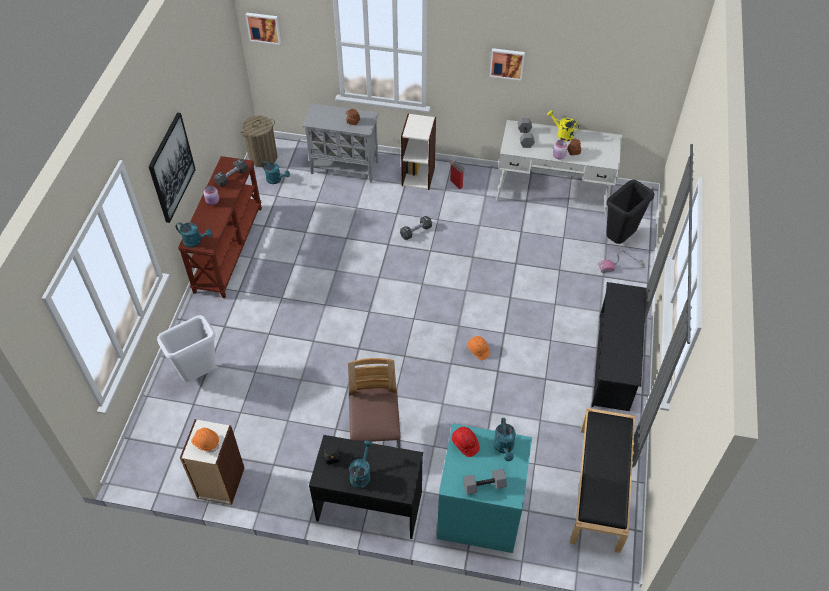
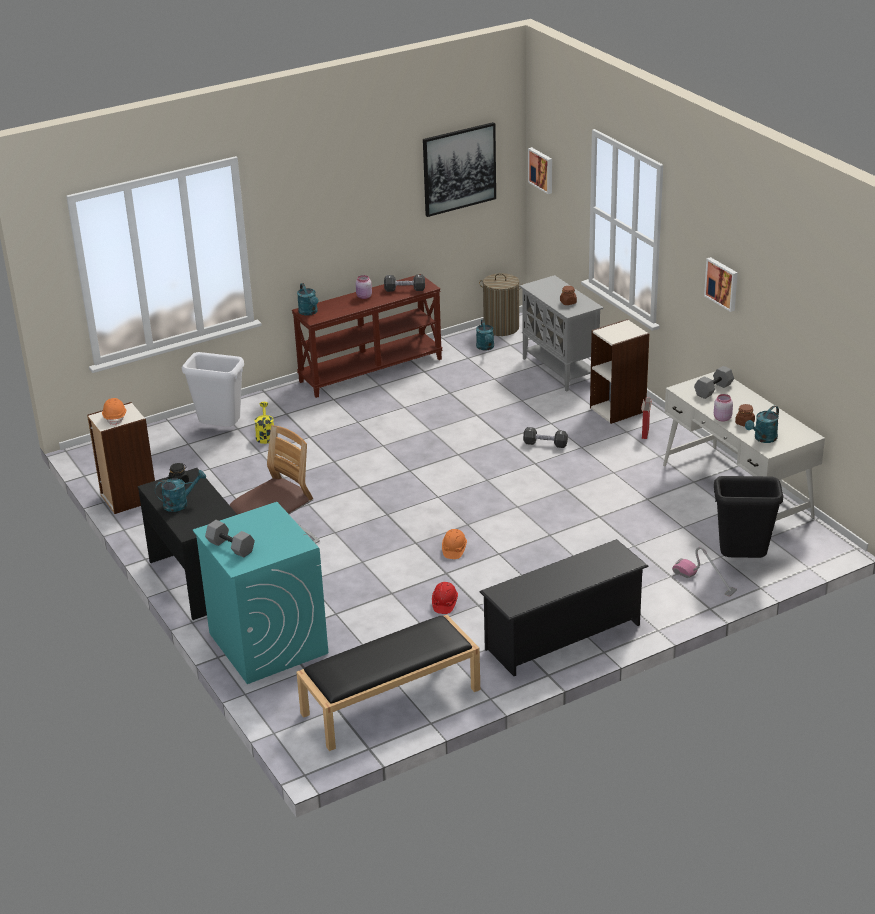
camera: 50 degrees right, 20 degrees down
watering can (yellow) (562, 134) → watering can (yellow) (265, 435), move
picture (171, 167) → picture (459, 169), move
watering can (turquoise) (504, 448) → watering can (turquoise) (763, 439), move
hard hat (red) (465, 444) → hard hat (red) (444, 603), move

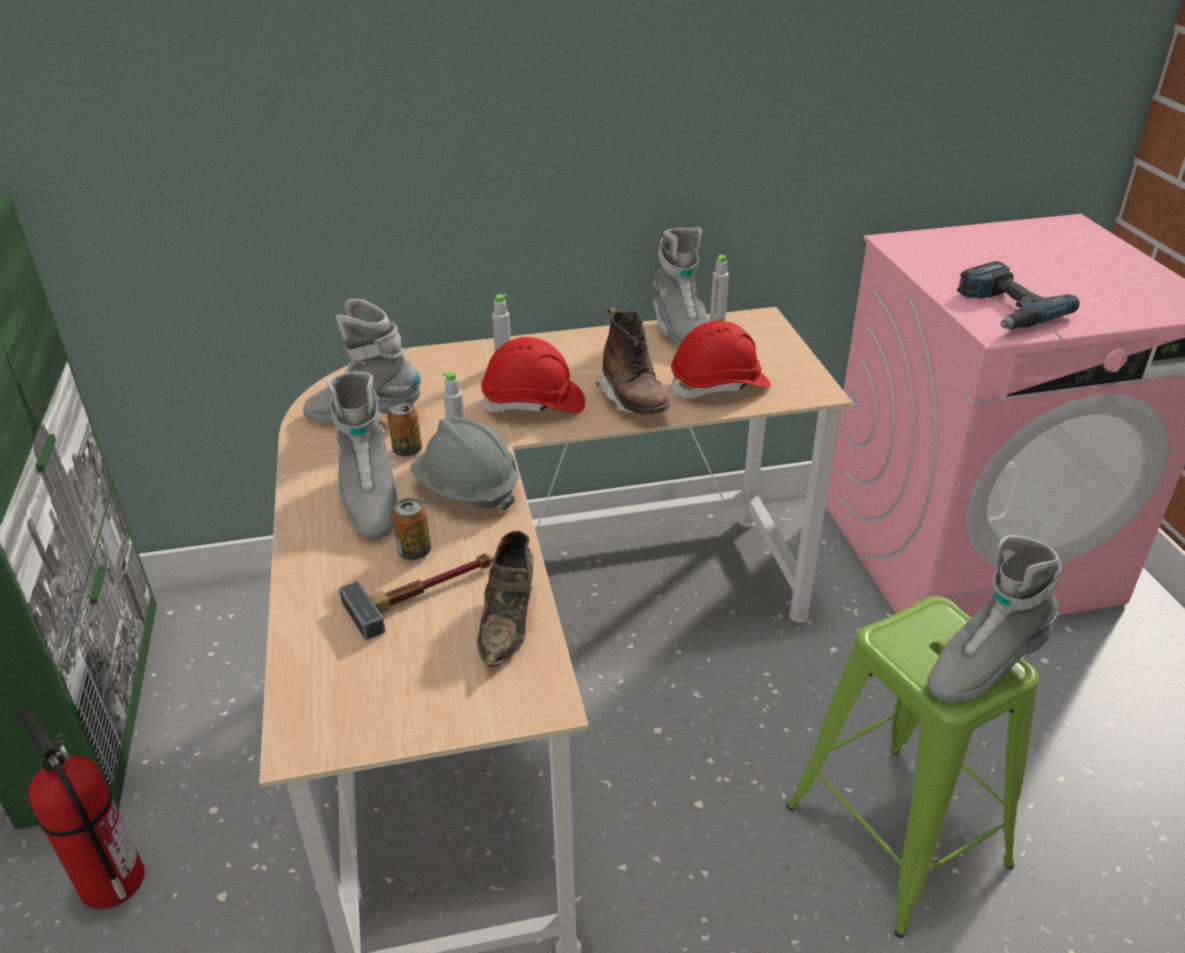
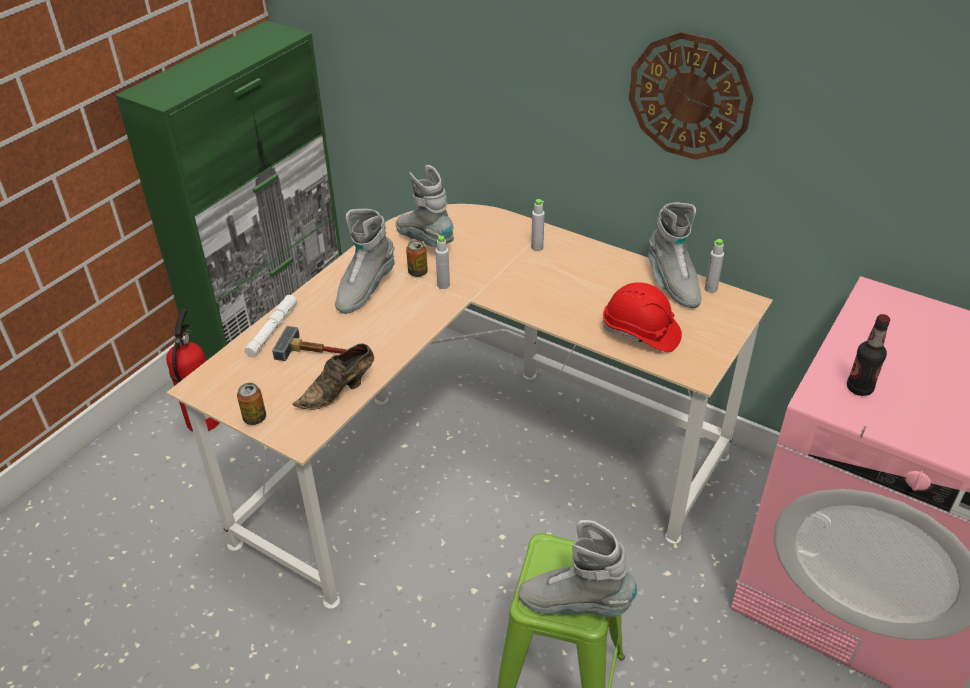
camera: 45 degrees right, 5 degrees up
boot (grey) (680, 334) → boot (grey) (672, 284), 45 degrees counterclockwise
power drill (1005, 309) → bottle (859, 388)
boot (brown) (634, 401) → -
hard hat (red) (534, 404) → -
hard hat (grey) (467, 490) → -
can (414, 552) → can (255, 418), move
- → wall clock (690, 96)
- → flashlight (white) (272, 330)

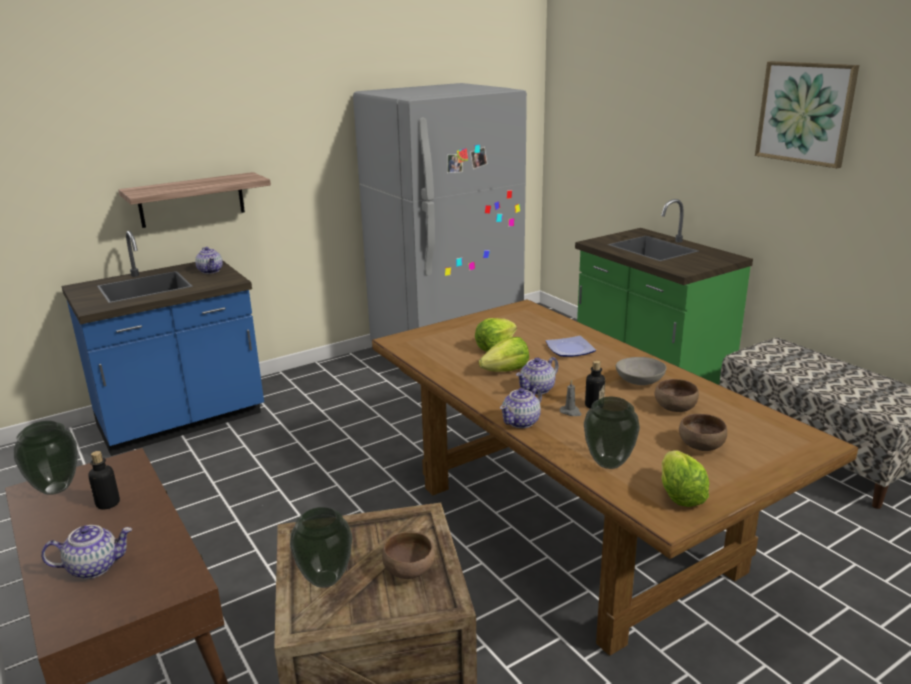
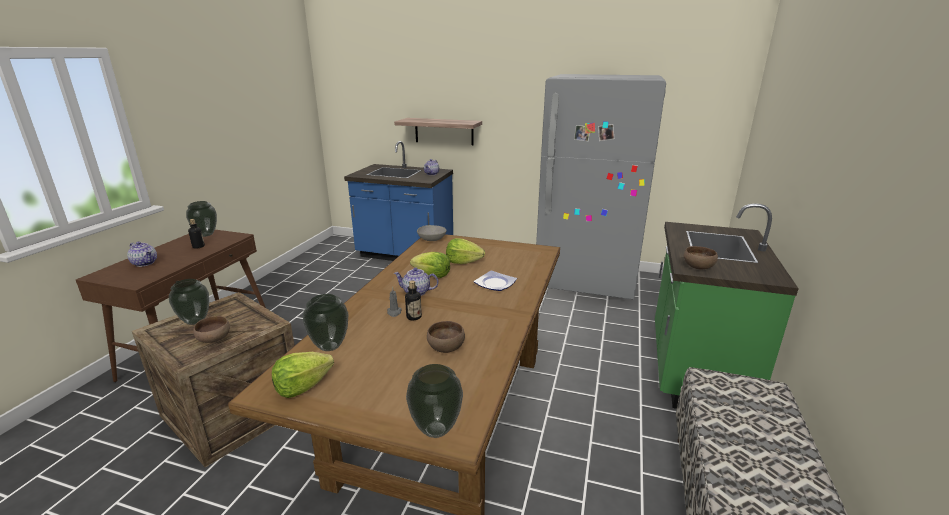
camera: 50 degrees right, 0 degrees up
picture (805, 113) → -
bowl (grey) (640, 382) → bowl (grey) (431, 240), move
teapot (521, 422) → -
bowl (brown) (700, 446) → bowl (brown) (697, 267), move
- → vase (436, 430)

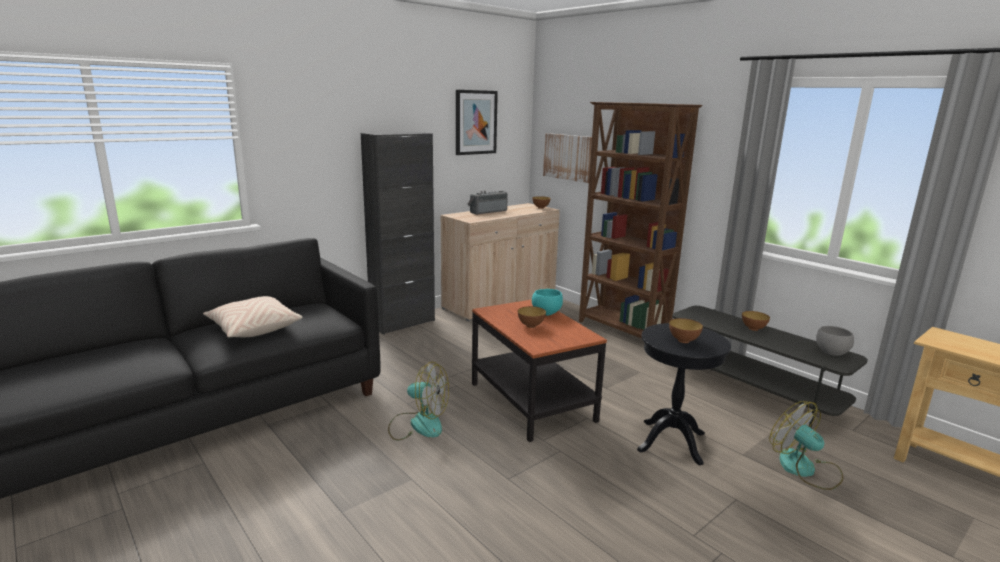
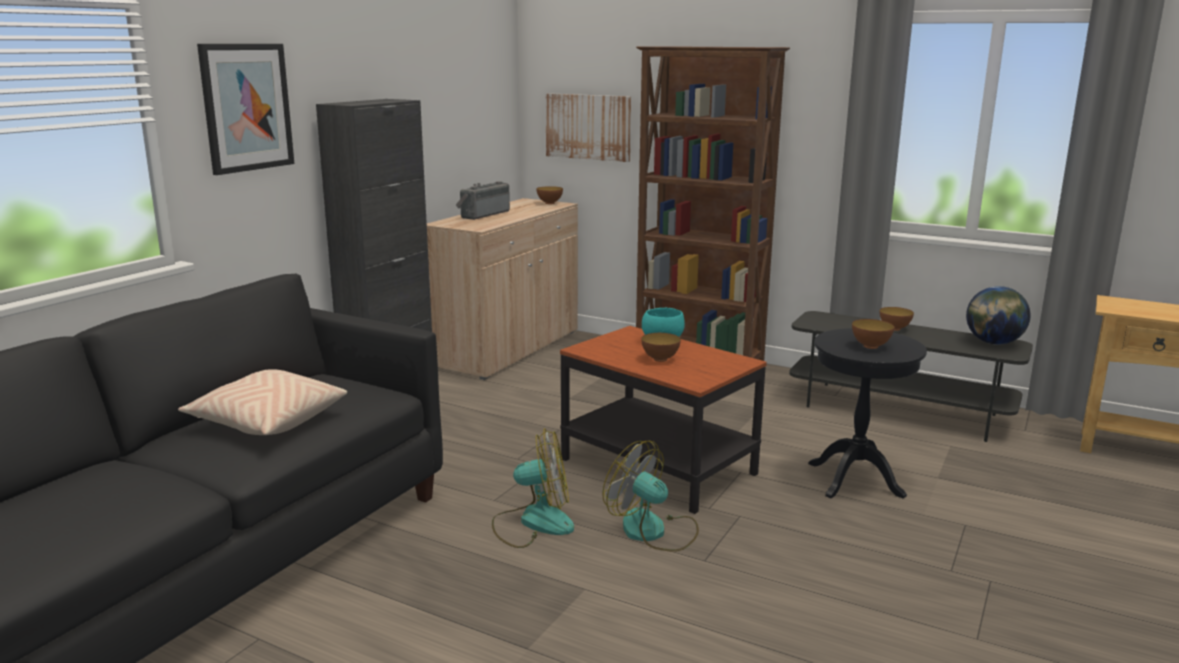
camera: 20 degrees left, 0 degrees up
picture (475, 122) → picture (246, 107), move
bowl (grey) (831, 353) → globe (993, 343)
fan (805, 469) → fan (653, 531), move

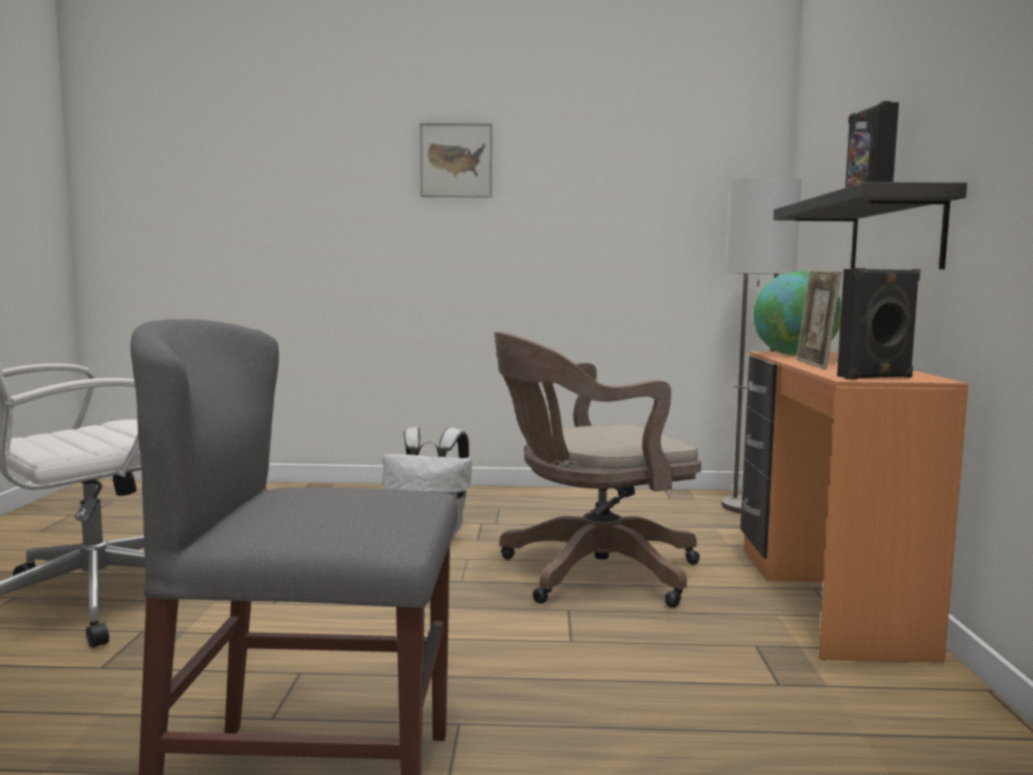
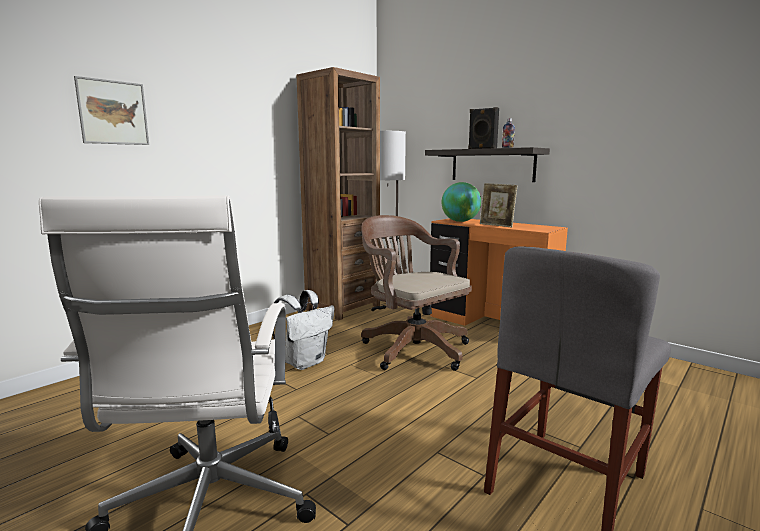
camera: 50 degrees left, 5 degrees up
picture (456, 160) → picture (113, 112), move
speaker (black) (876, 377) → -
office chair (brown) (590, 574) → office chair (brown) (411, 348), 120 degrees clockwise
- → bookcase (brown) (342, 307)

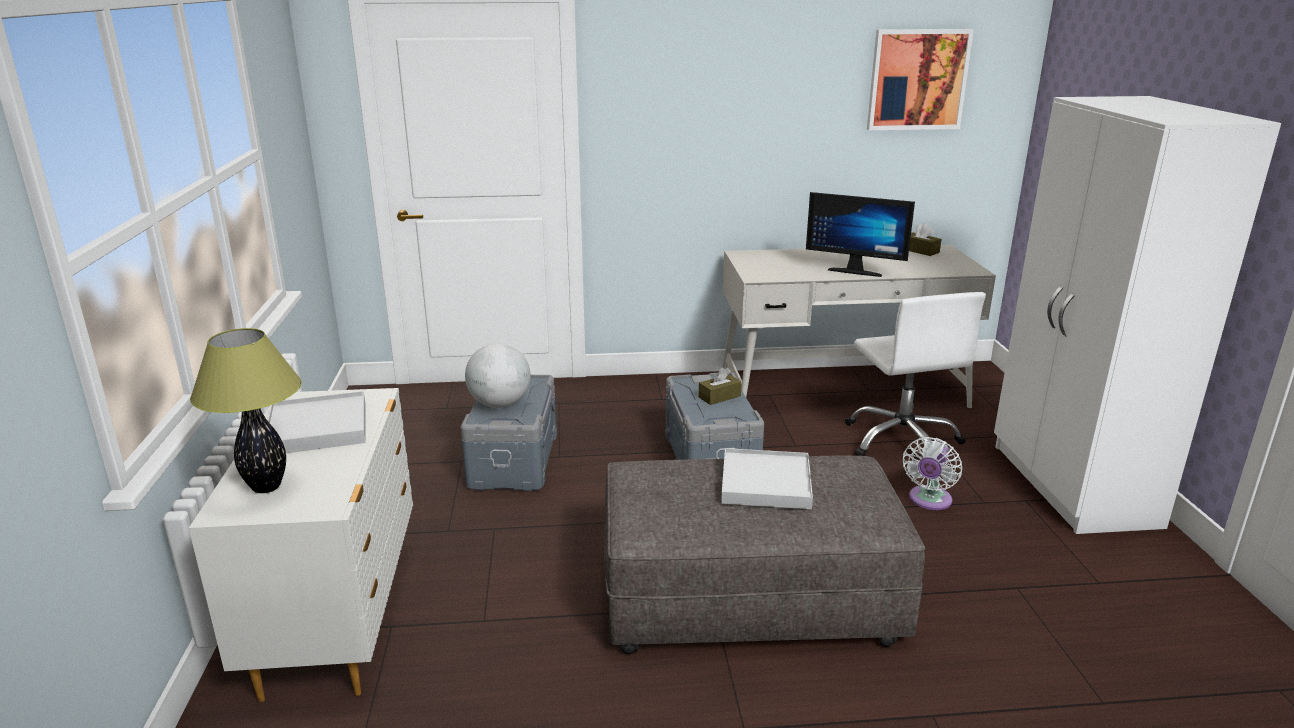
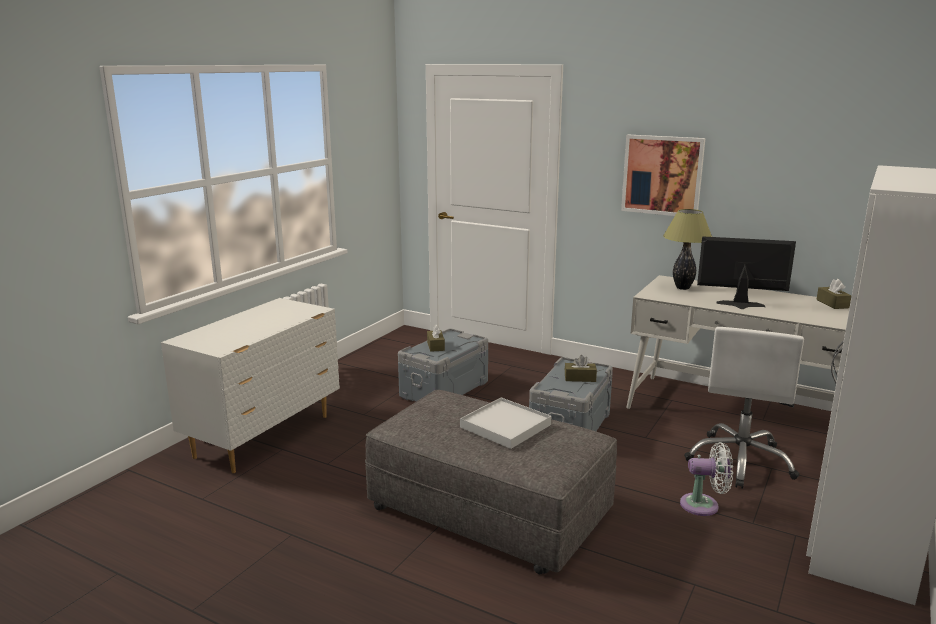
camera: 35 degrees right, 5 degrees down
picture (917, 79) → picture (662, 175), move
monitor (855, 270) → monitor (741, 306), 135 degrees clockwise
table lamp (267, 487) → table lamp (683, 288), move
globe (499, 404) → tissue box (brown) (435, 346)
tray (white) (318, 428) → -
fan (white) (928, 501) → fan (white) (703, 505), 150 degrees counterclockwise

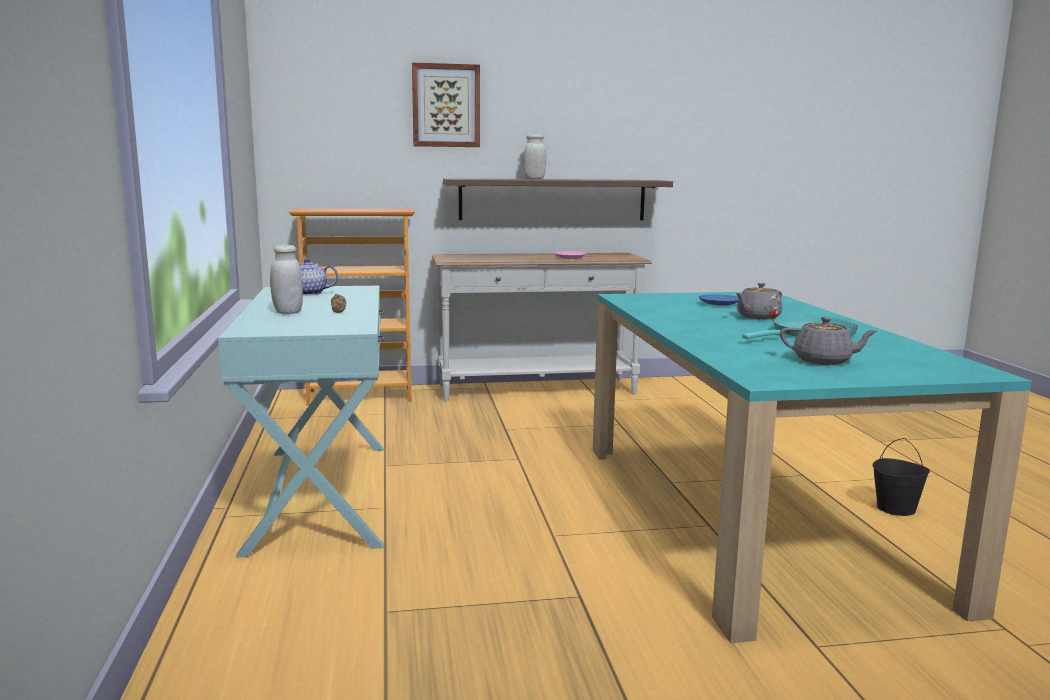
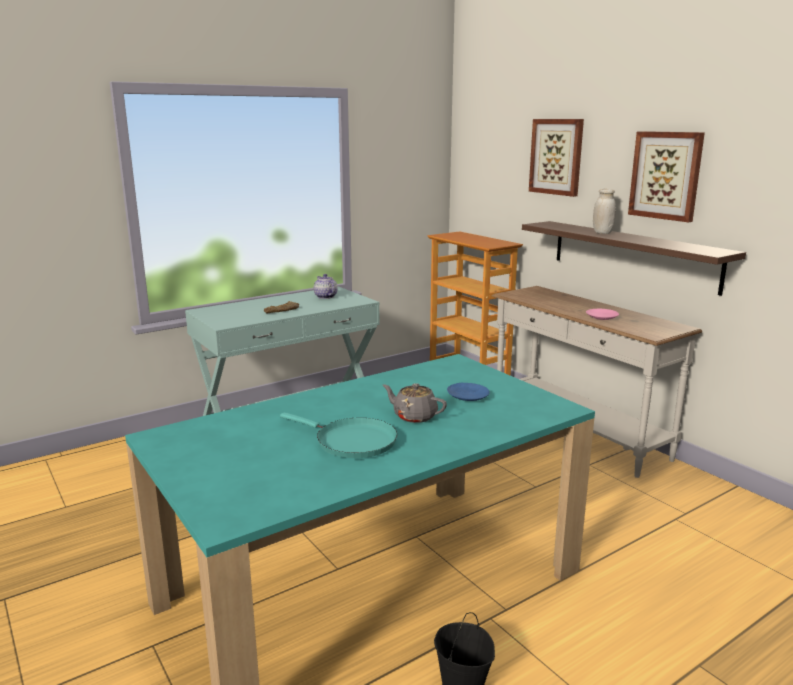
camera: 65 degrees right, 5 degrees up
jar (white) (288, 312) → -
teapot (grey) (823, 361) → -
- → picture (666, 175)

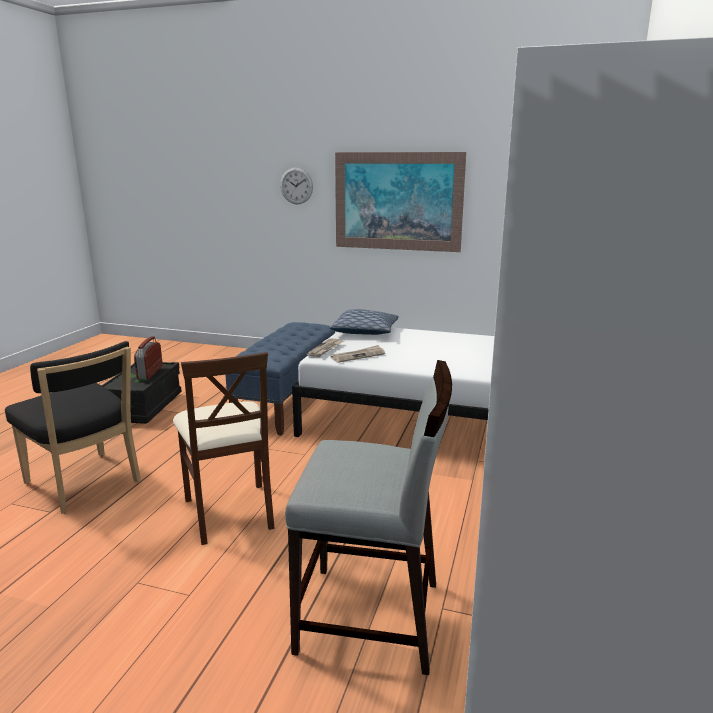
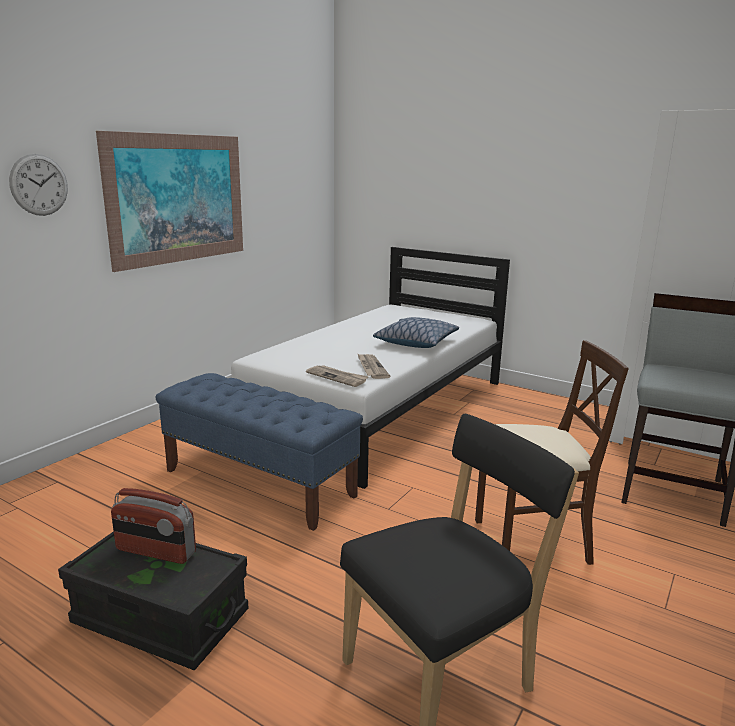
camera: 75 degrees left, 0 degrees up
pillow (365, 331) → pillow (415, 342), move

